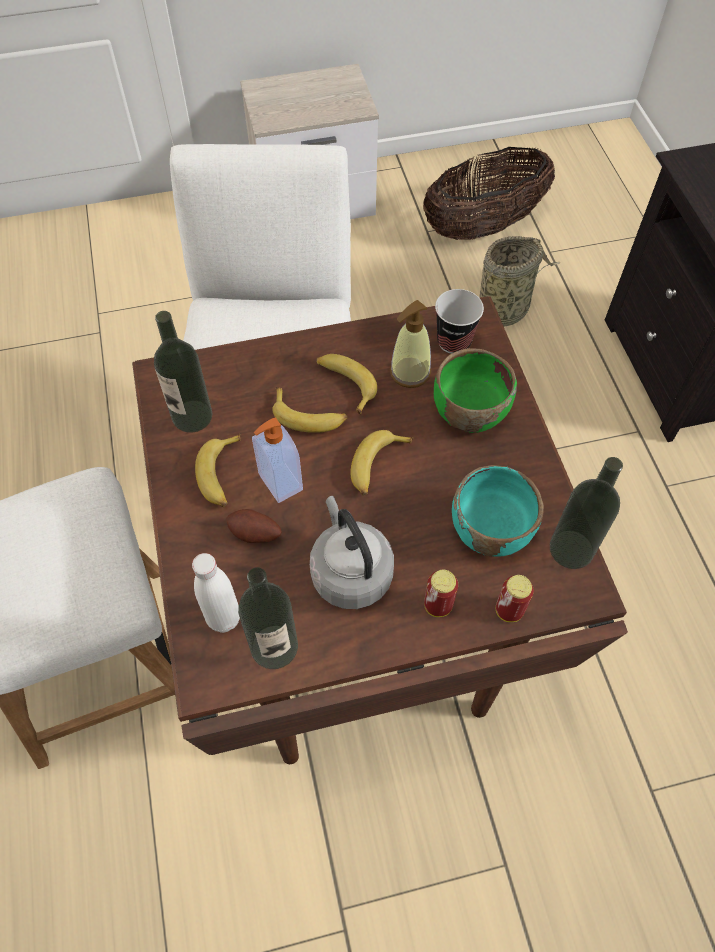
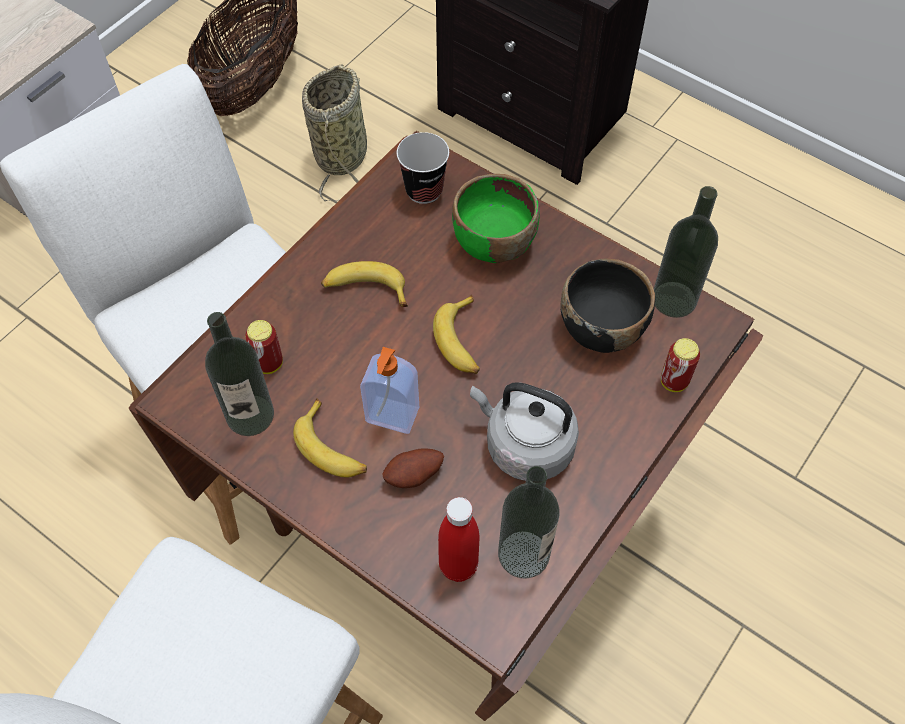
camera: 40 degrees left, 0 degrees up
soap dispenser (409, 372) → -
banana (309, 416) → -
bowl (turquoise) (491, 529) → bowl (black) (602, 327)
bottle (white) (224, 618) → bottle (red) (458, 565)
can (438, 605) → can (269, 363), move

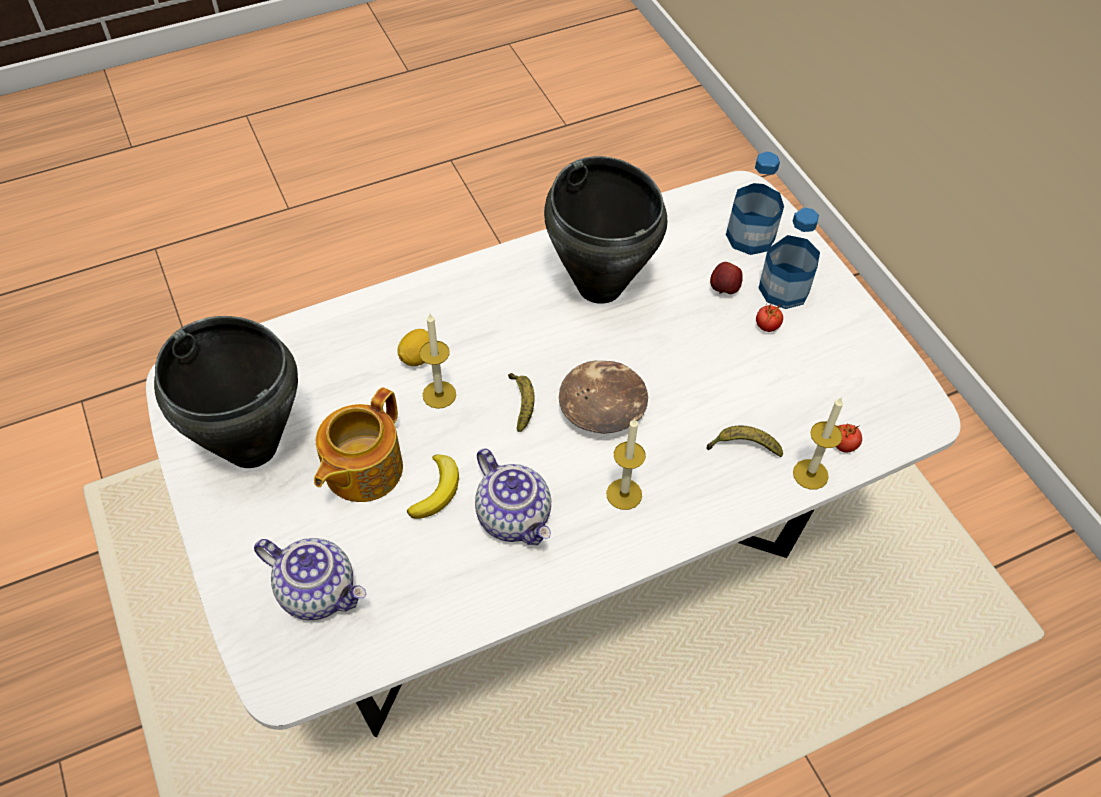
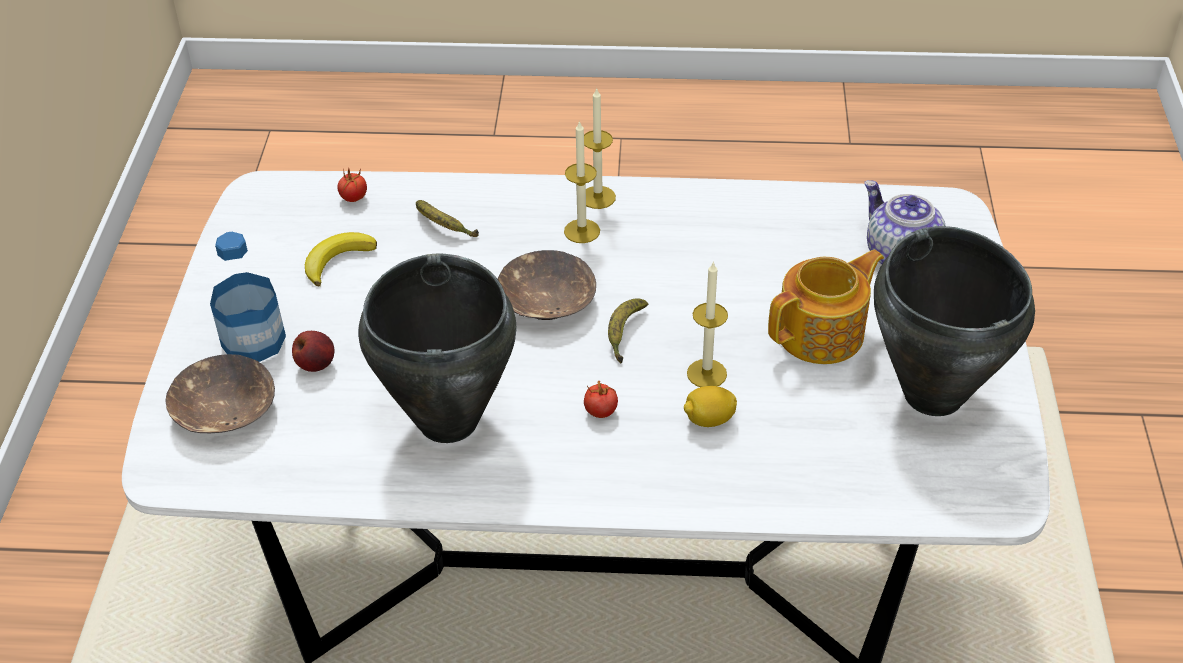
camera: 150 degrees left, 10 degrees down
bottle (750, 237) → bowl (brown) (223, 411)
tomato (767, 326) → tomato (601, 411), move
candle (810, 474) → candle (598, 197), move
teapot (515, 517) → -
banana (436, 490) → banana (337, 260), move

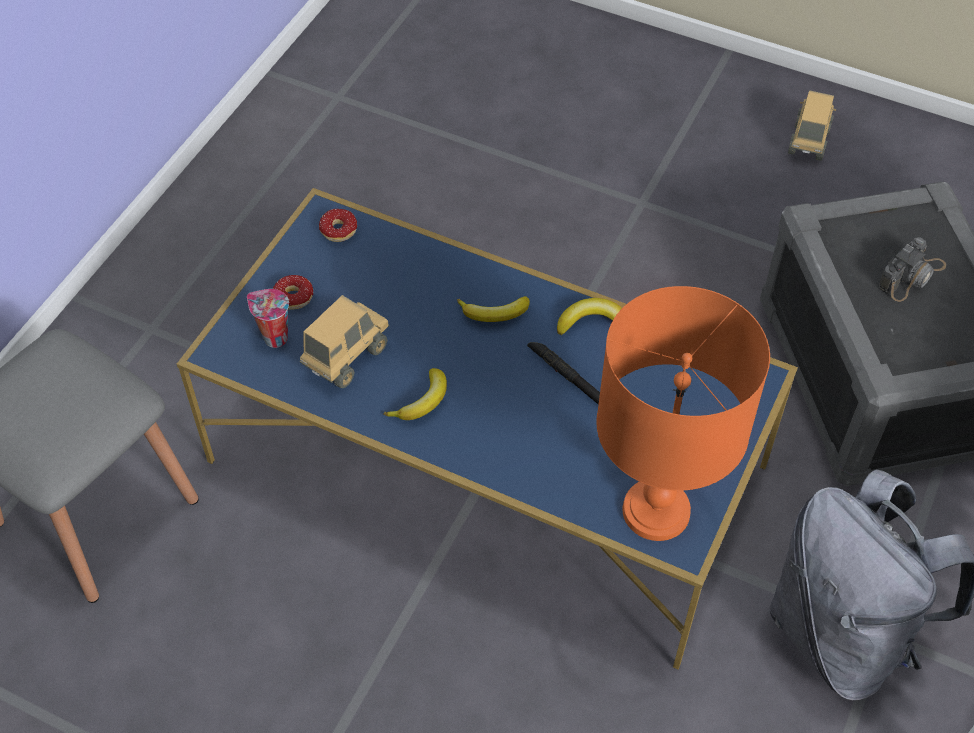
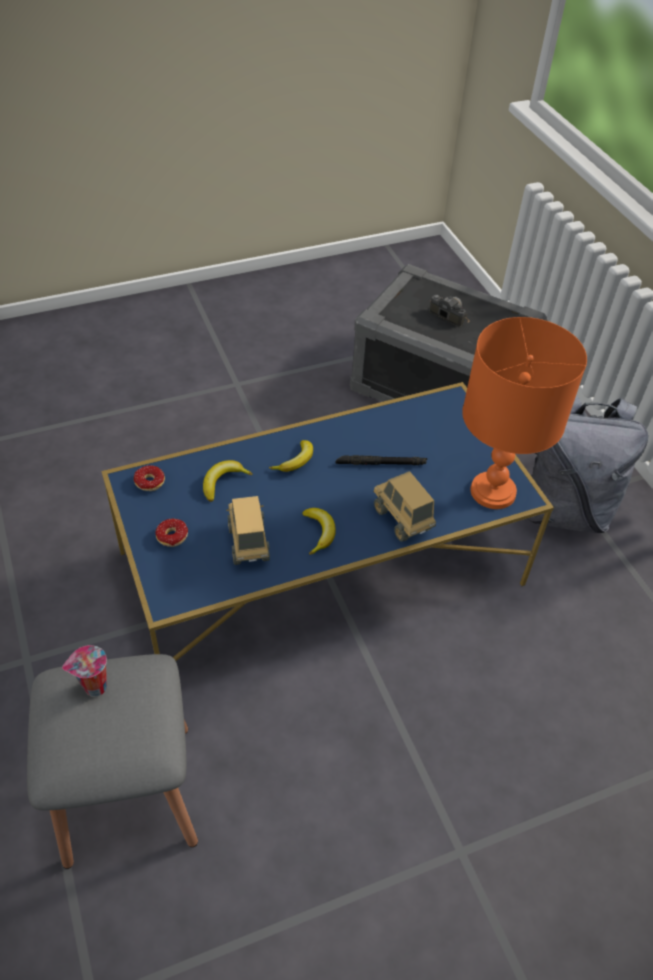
camera: 50 degrees left, 5 degrees down
toy truck (808, 142) → toy truck (402, 520), move
photo camera (911, 276) → photo camera (447, 313), 45 degrees counterclockwise
cup (274, 338) → cup (94, 688), move
banana (593, 324) → banana (223, 482), move

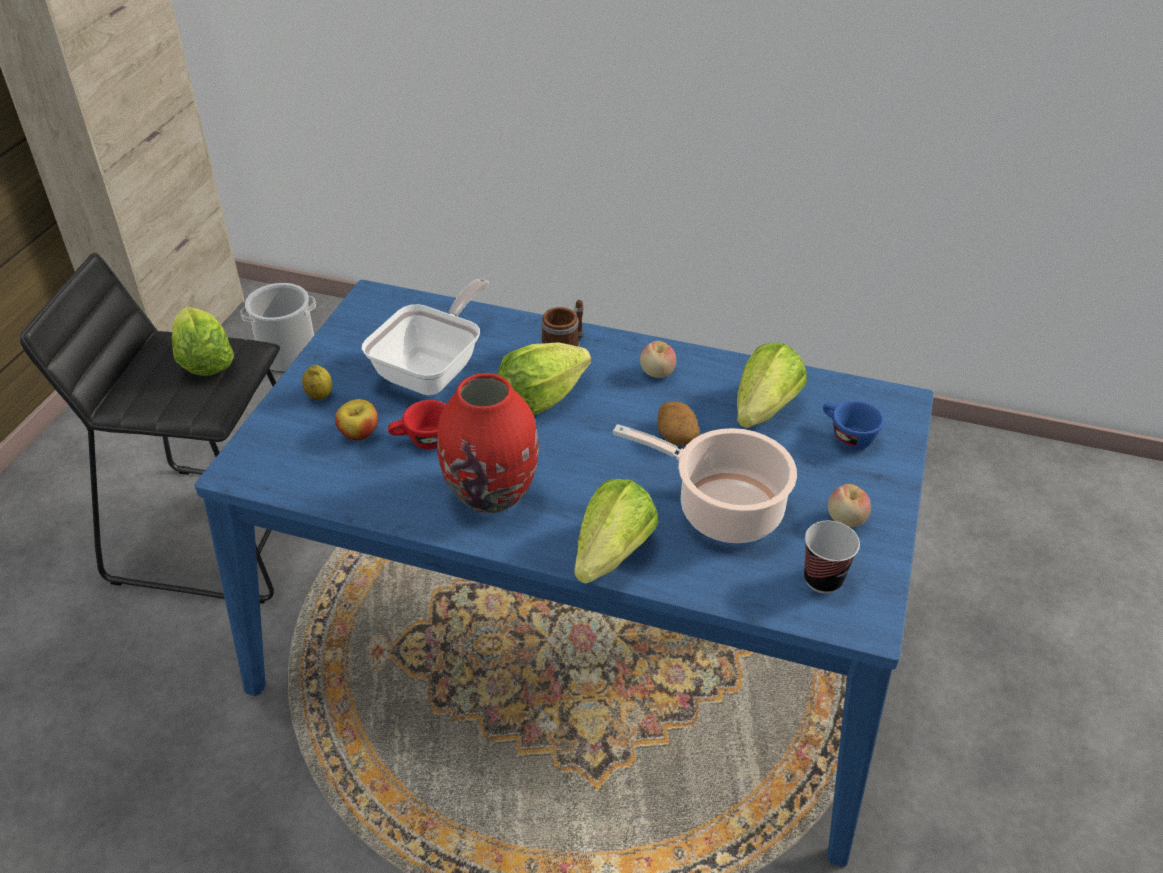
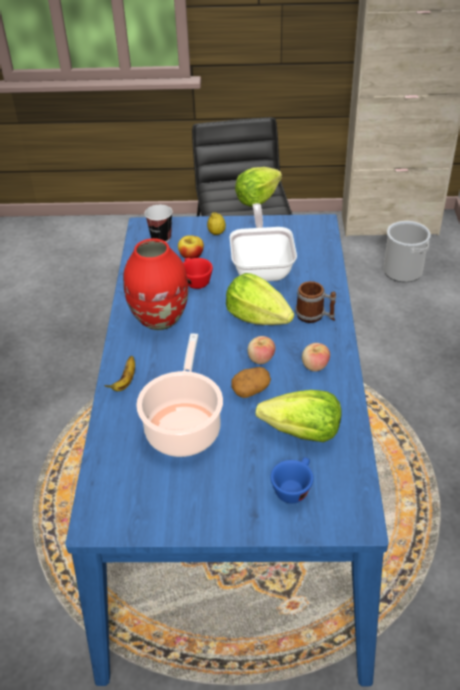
camera: 75 degrees right, 0 degrees up
frying pan (434, 369) → frying pan (262, 267), 105 degrees counterclockwise
lettuce (612, 553) → banana (125, 381)
apple (846, 519) → apple (261, 359), move
cup (823, 579) → cup (161, 238), move

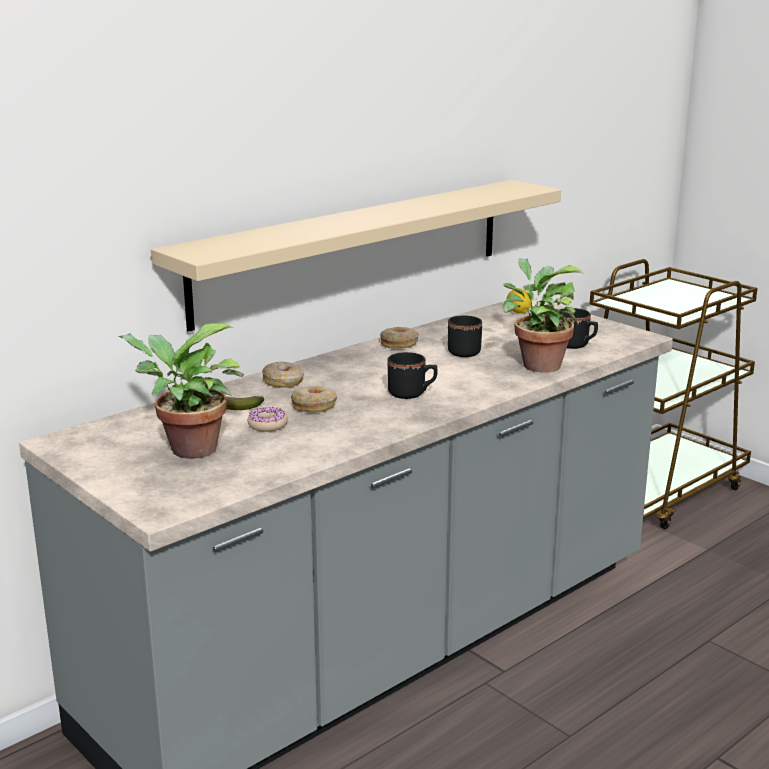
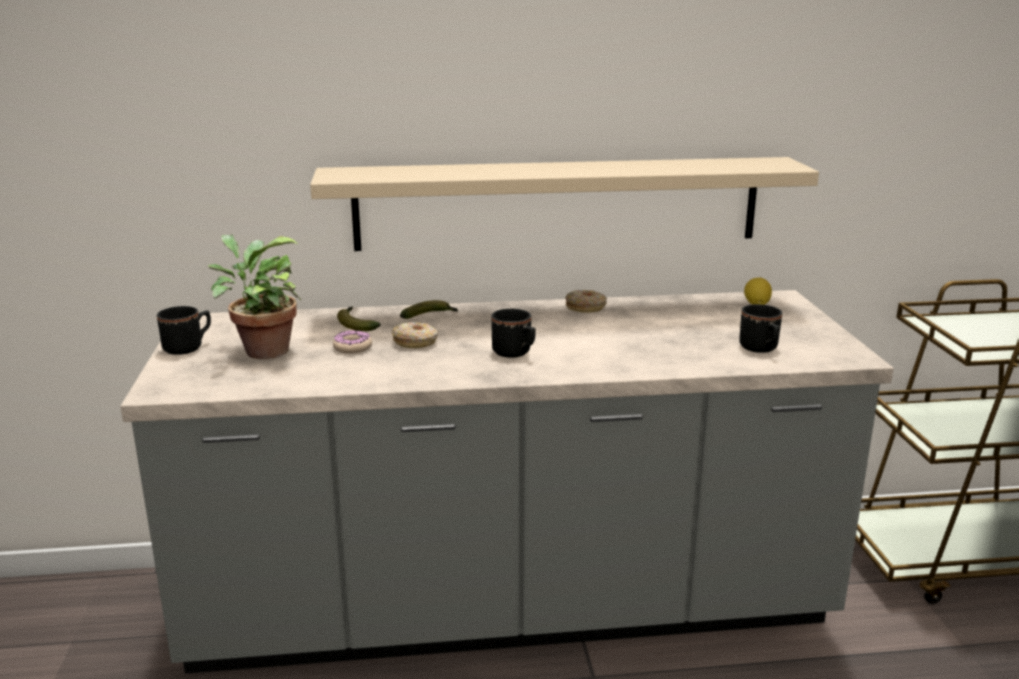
camera: 35 degrees right, 0 degrees up
potted plant (537, 364) → -
mug (black) (465, 350) → mug (black) (188, 347), move
donut (283, 382) → banana (430, 316)

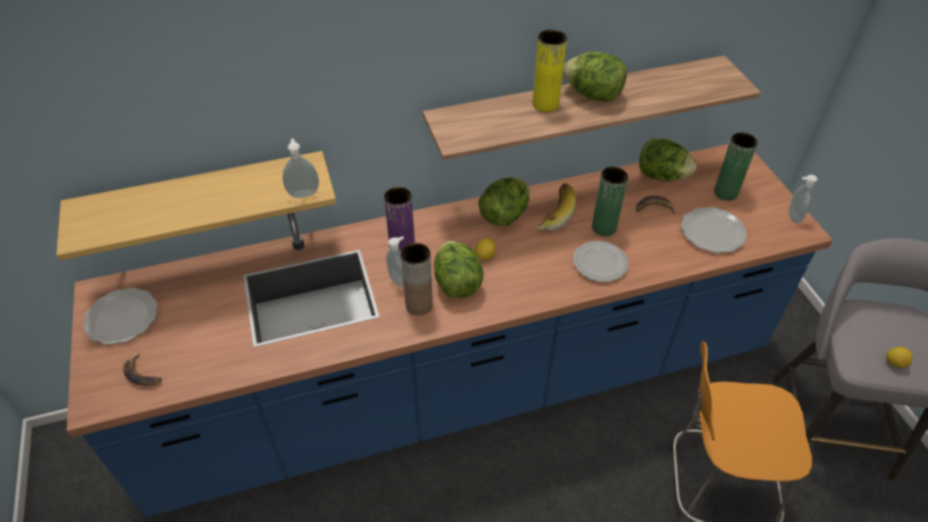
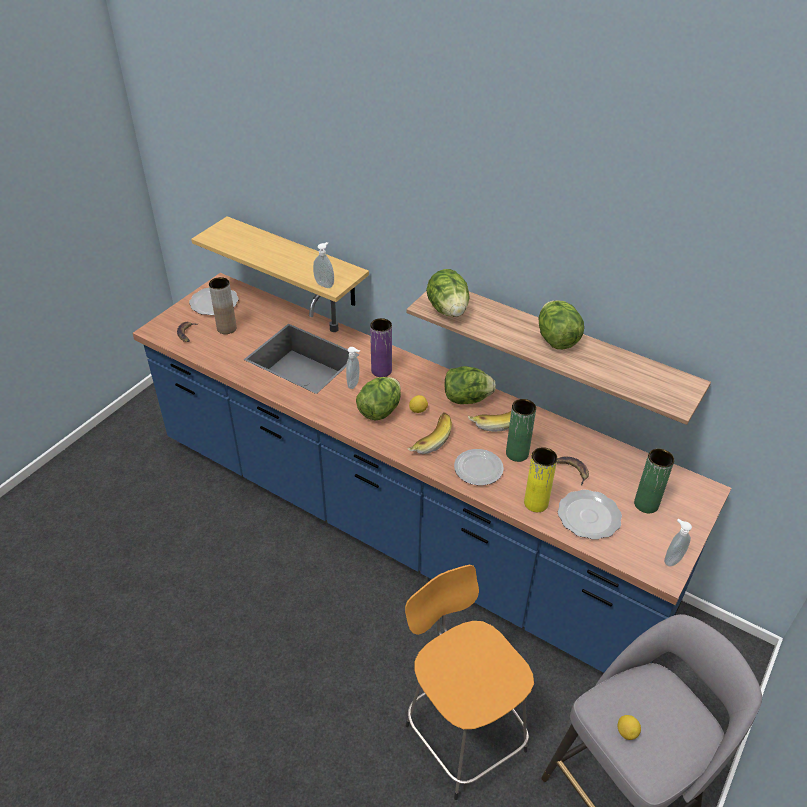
camera: 50 degrees right, 5 degrees down
vase (yellow) (545, 104) → vase (yellow) (536, 503), move
lettuce (661, 176) → lettuce (448, 310), move
vase (brown) (419, 305) → vase (brown) (226, 328), move
- → banana (428, 439)

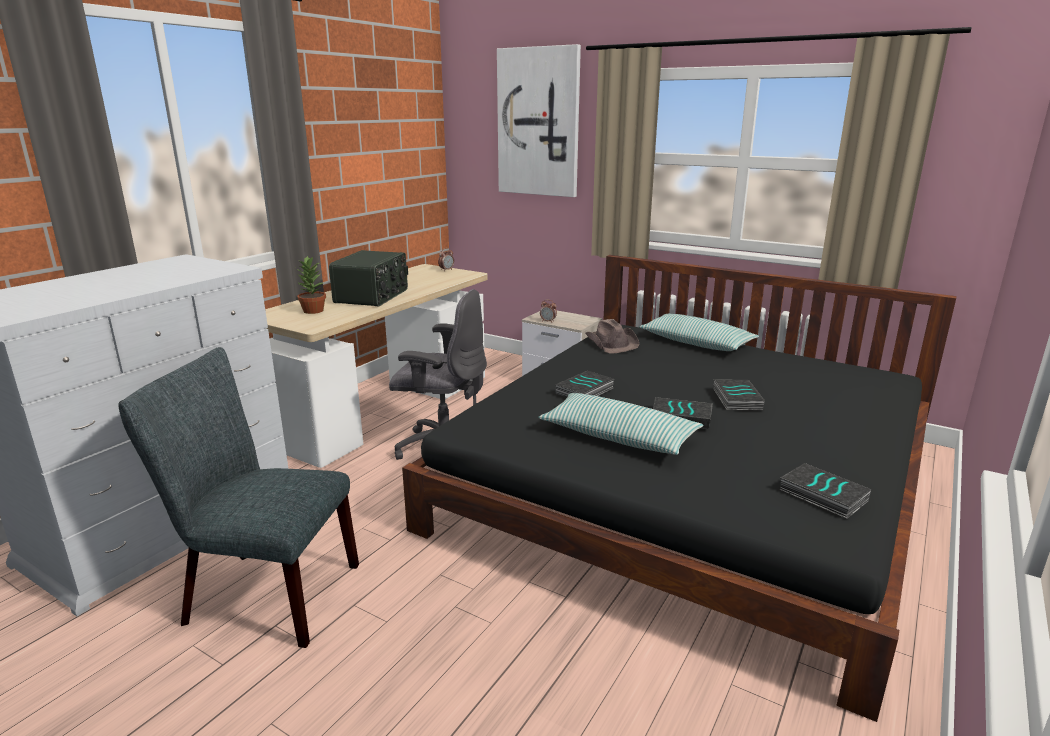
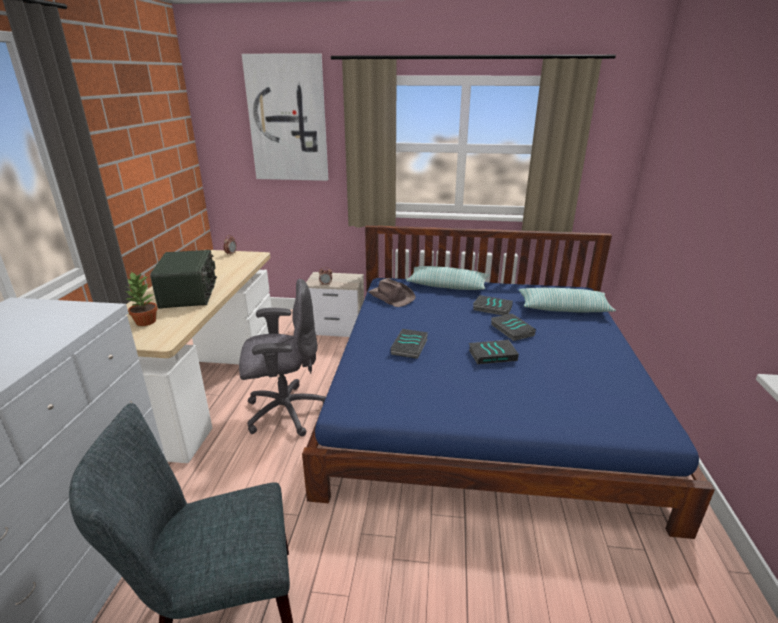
camera: 25 degrees left, 5 degrees up
bed (black) (688, 487) → bed (blue) (481, 397)
pillow (618, 436) → pillow (563, 308), move
book (821, 495) → book (492, 308), move

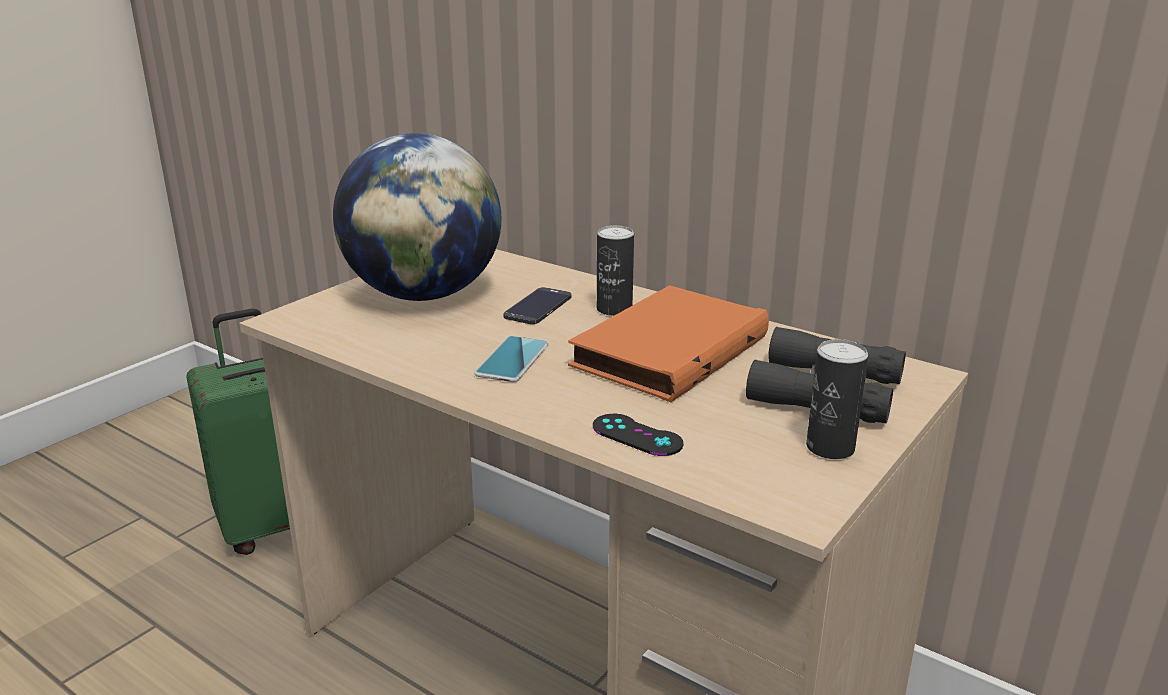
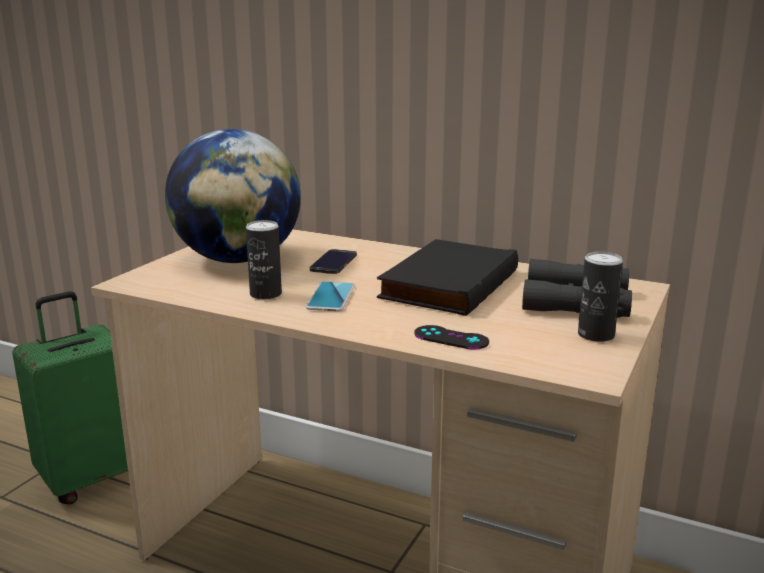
camera: 10 degrees left, 5 degrees down
can (614, 309) → can (265, 294), move
book (orange) (667, 350) → book (black) (447, 283)

